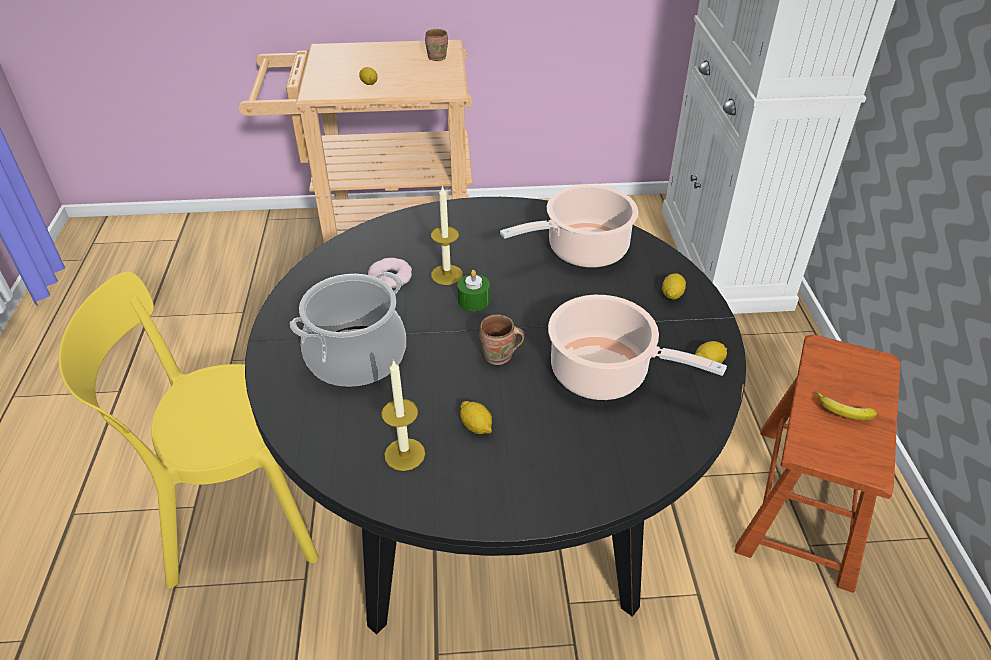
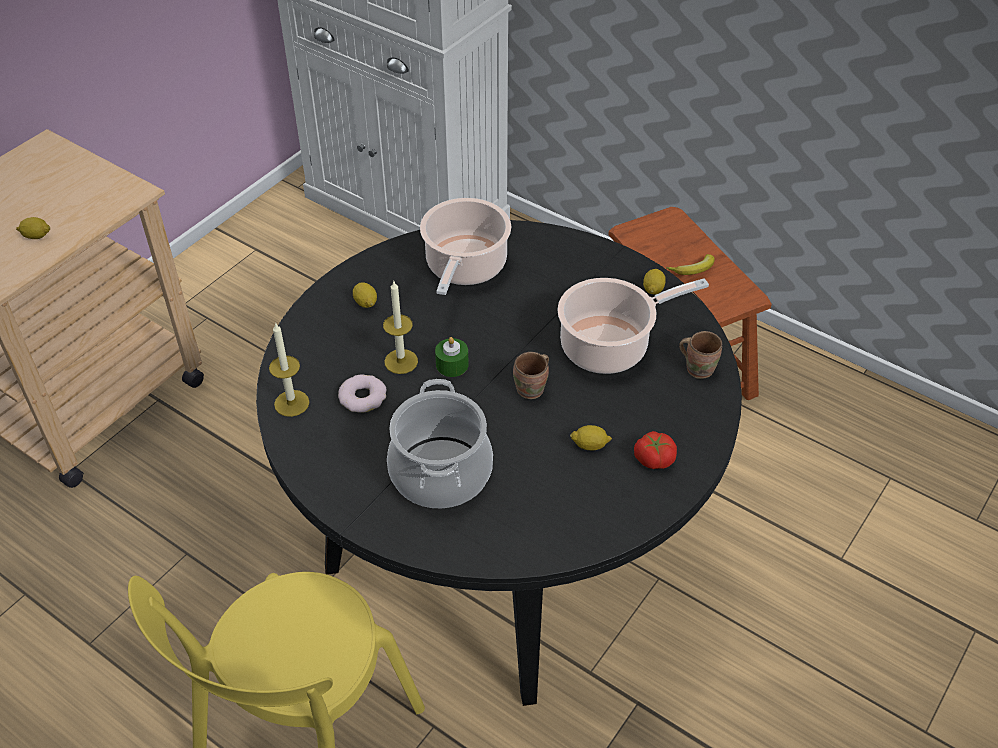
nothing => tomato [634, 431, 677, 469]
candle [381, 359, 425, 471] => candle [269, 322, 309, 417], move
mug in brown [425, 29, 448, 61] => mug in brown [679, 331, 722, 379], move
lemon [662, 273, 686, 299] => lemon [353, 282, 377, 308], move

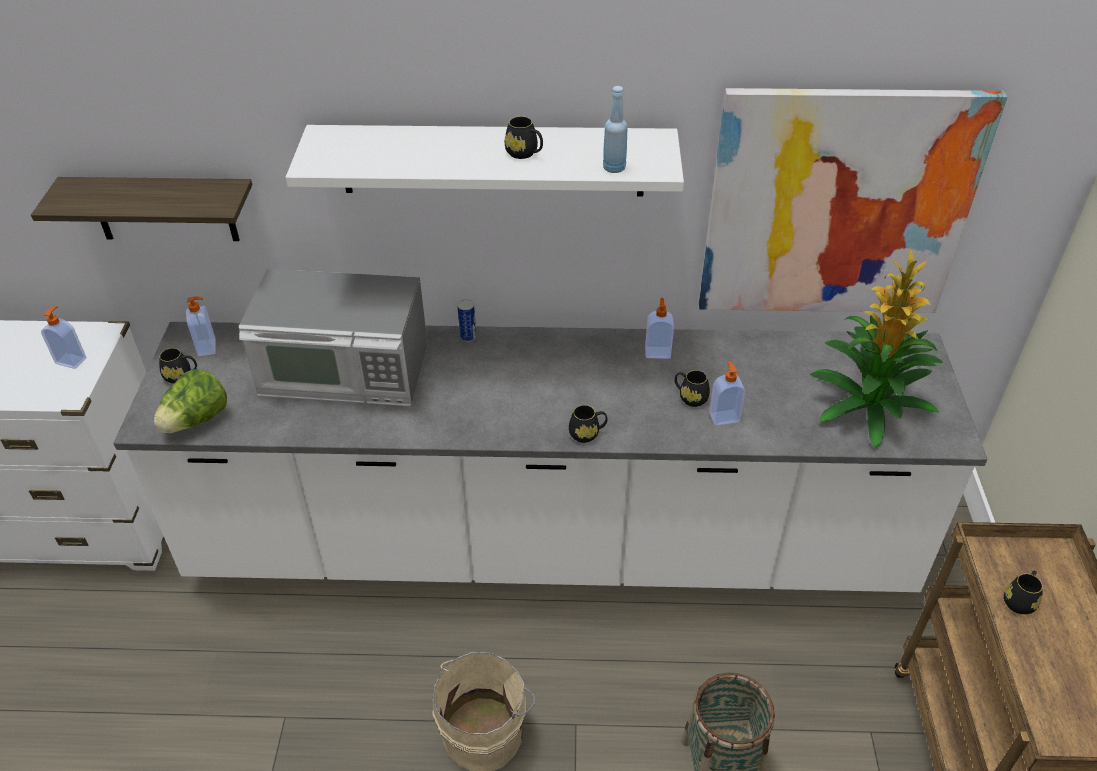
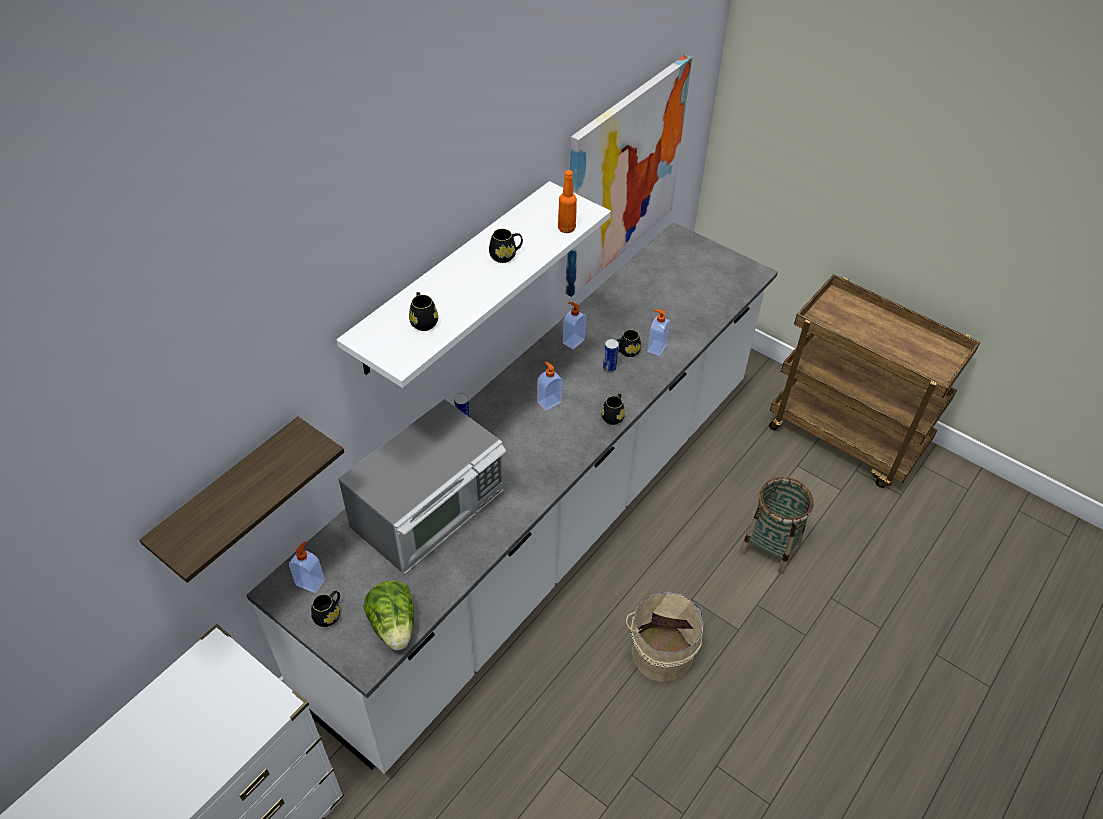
potted plant [810, 248, 943, 448] => nothing
nothing => can [603, 339, 619, 373]
soap dispenser [41, 306, 86, 369] => soap dispenser [537, 362, 563, 411], move
mug in black [1004, 570, 1043, 614] => mug in black [409, 292, 438, 331], move
bottle in blue [603, 86, 628, 173] => bottle in orange [558, 170, 577, 233]

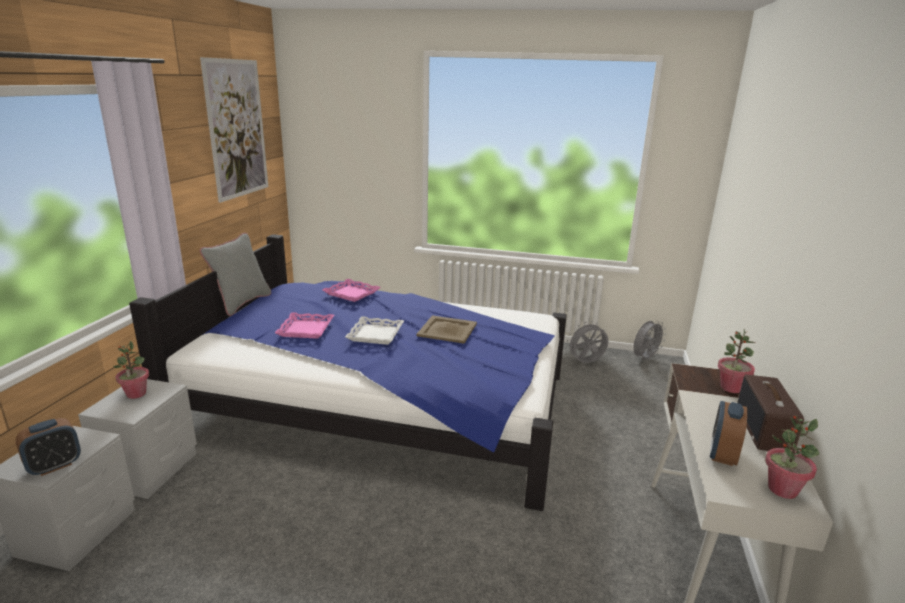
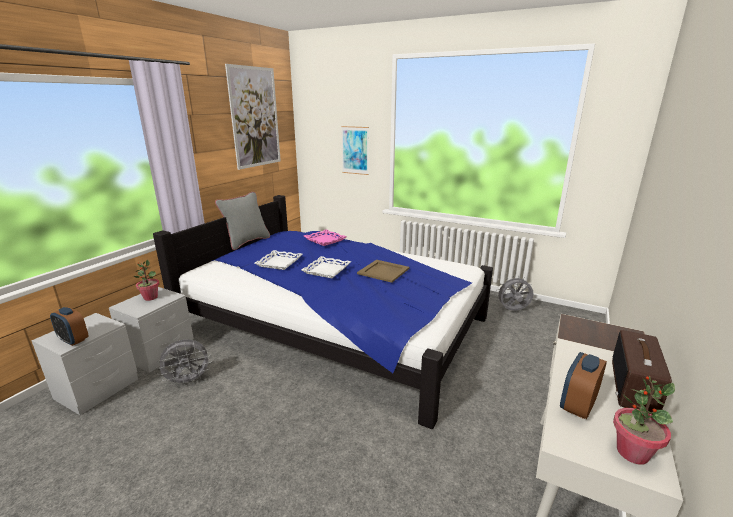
potted plant [718, 329, 755, 393] => nothing
nothing => picture [341, 126, 369, 175]
fan in grey [633, 321, 666, 362] => fan in grey [156, 339, 212, 386], move
tray in pink [275, 312, 334, 339] => tray in white [254, 250, 302, 270]
alarm clock [16, 418, 81, 476] => alarm clock [50, 307, 88, 346], 60 degrees clockwise

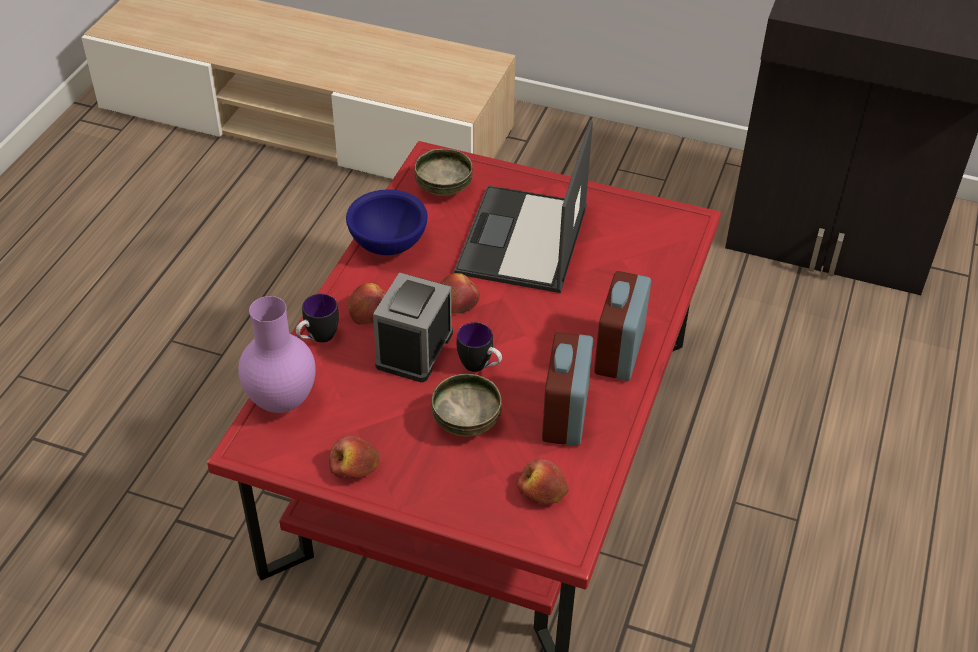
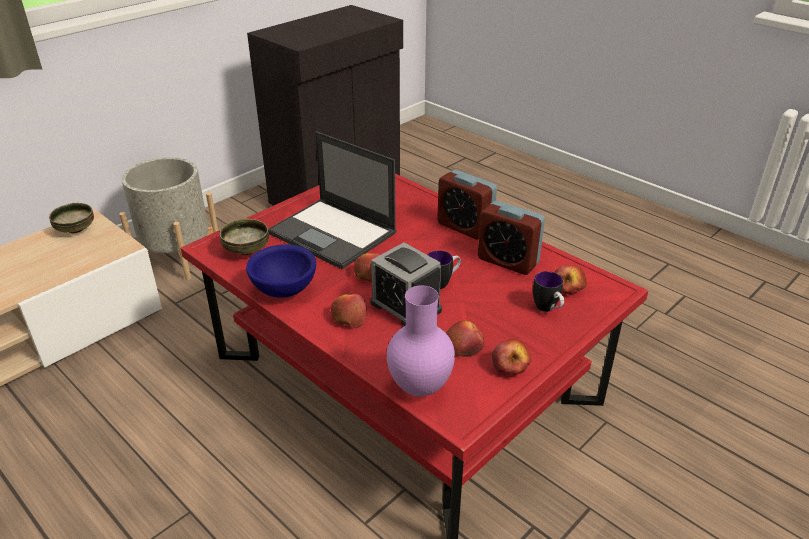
nothing => planter in grey [119, 157, 218, 280]
nothing => apple [446, 321, 484, 357]
mug [296, 294, 339, 343] => mug [533, 271, 564, 312], move
bowl [432, 374, 502, 437] => bowl [49, 203, 94, 233], move

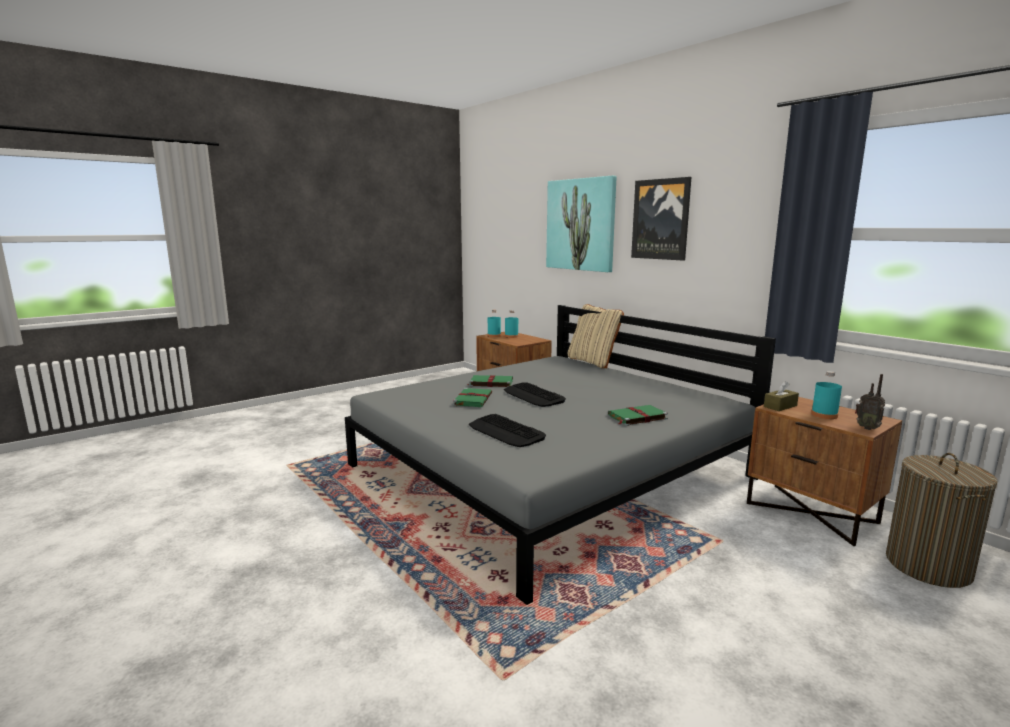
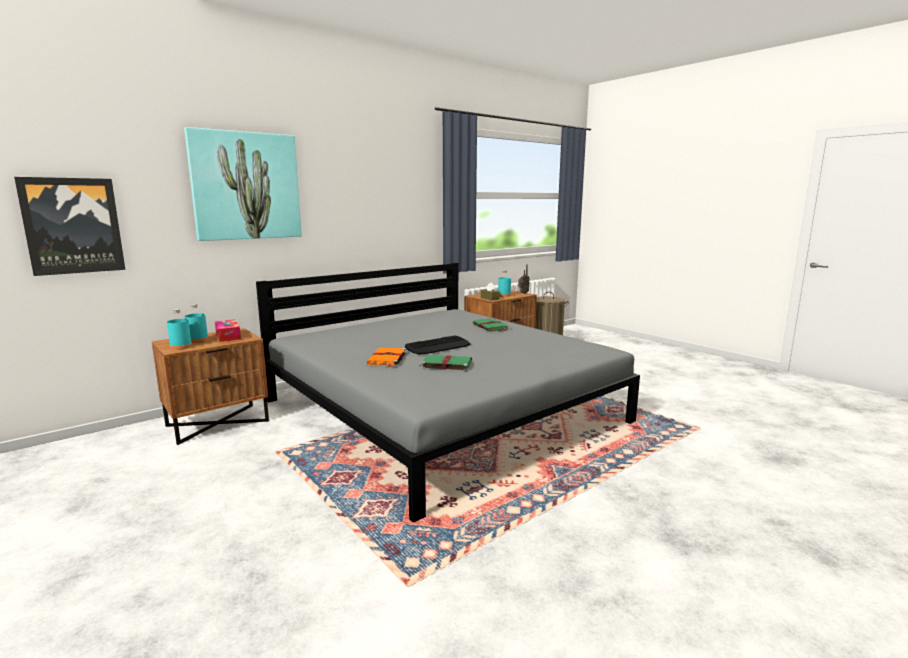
keyboard [469, 414, 546, 447] => nothing
pillow in beige [568, 304, 624, 369] => nothing
nothing => tissue box [215, 319, 241, 342]
picture [631, 177, 691, 261] => picture [14, 177, 125, 276], move
book in green [467, 375, 513, 387] => book in orange [367, 348, 406, 368]

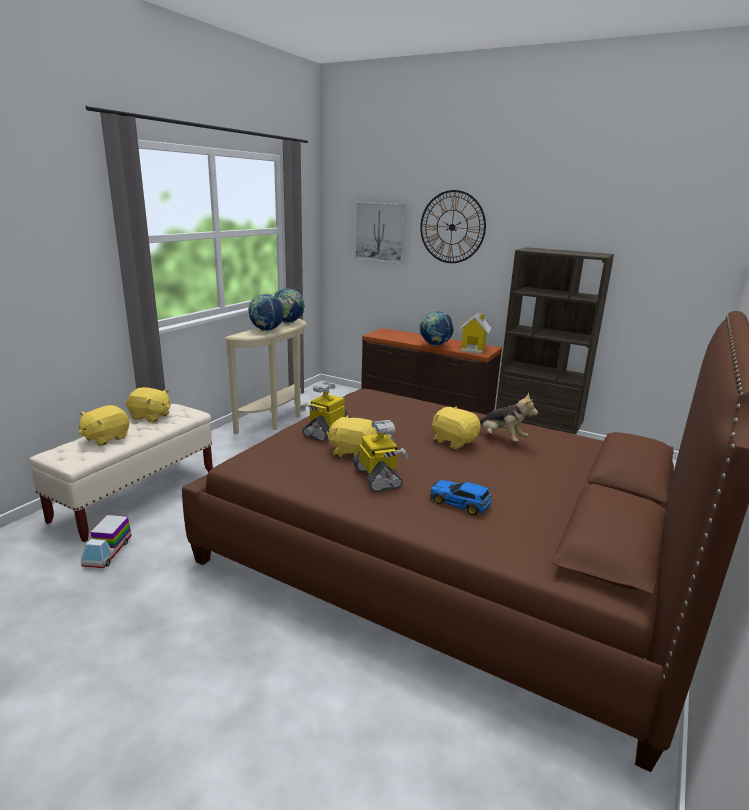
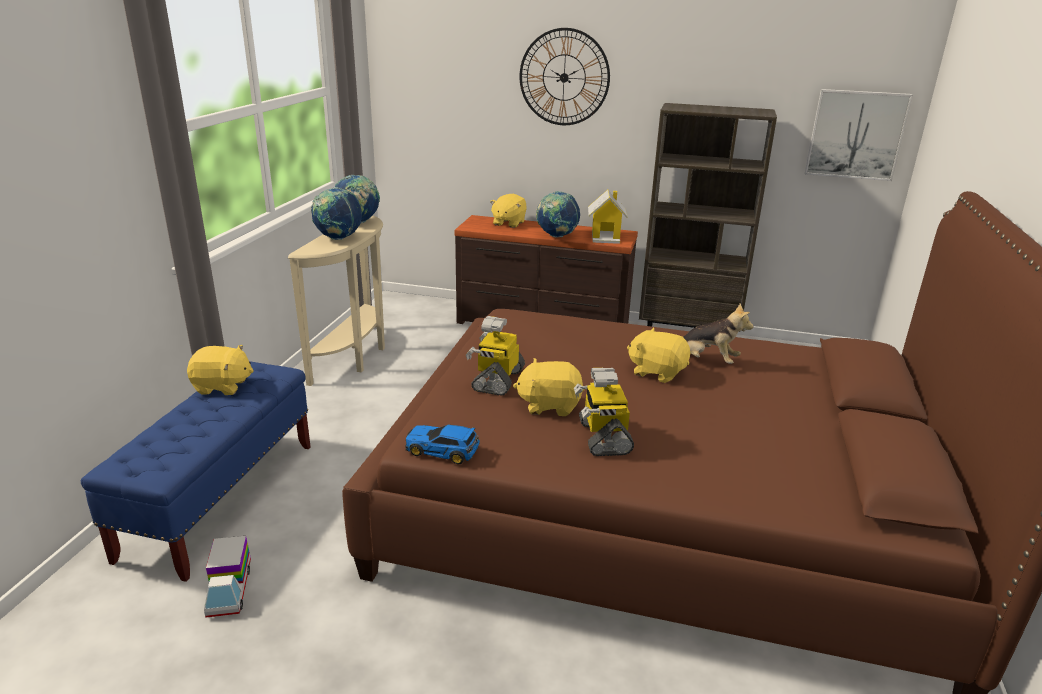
plush toy in yellow [79, 405, 129, 446] => plush toy in yellow [490, 194, 527, 228], move
picture [354, 202, 407, 263] => picture [805, 89, 913, 181], move
toy car [430, 480, 492, 515] => toy car [405, 425, 480, 465], move
bench in beige [29, 404, 213, 542] => bench in blue [81, 361, 311, 582]
toy robot [353, 420, 409, 492] => toy robot [574, 368, 634, 456], 150 degrees counterclockwise

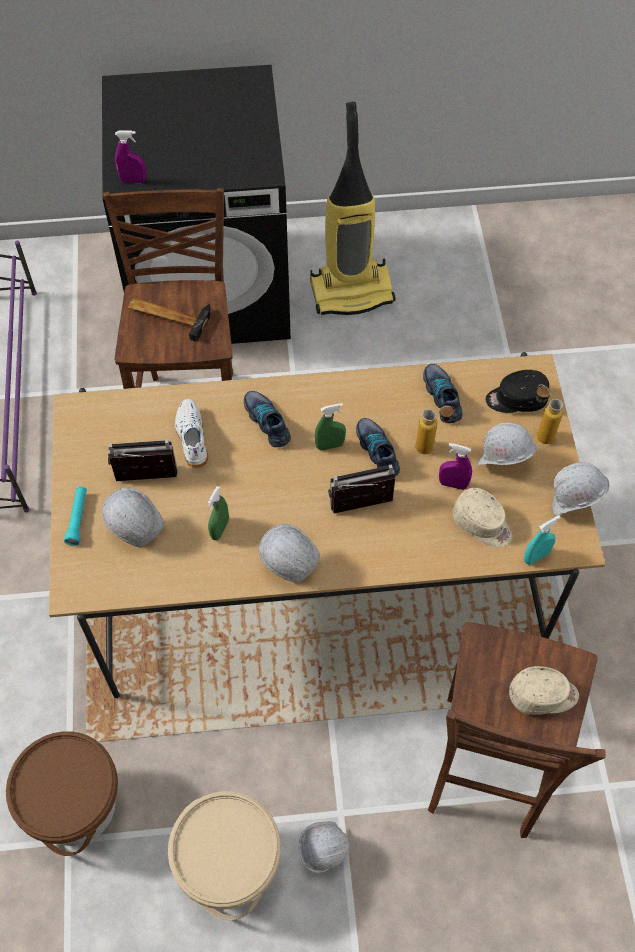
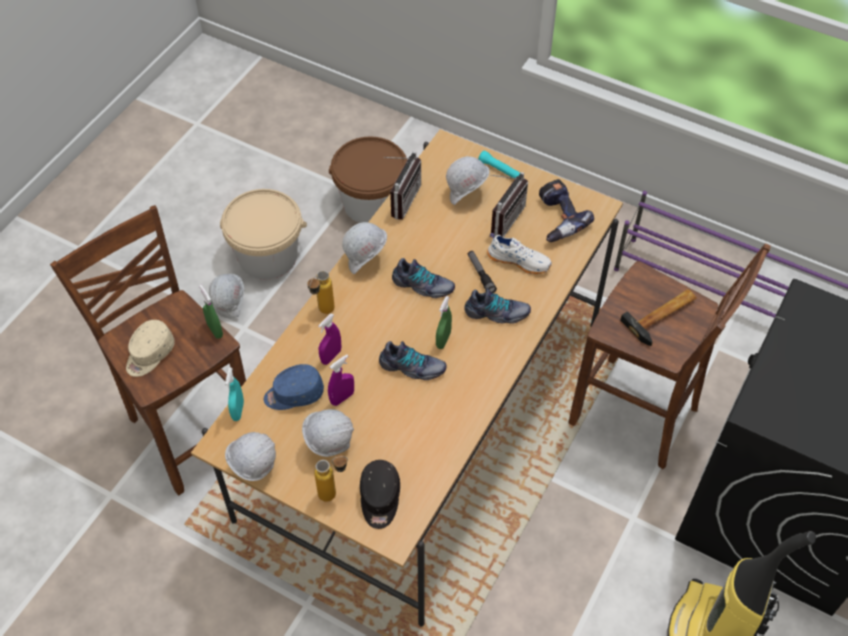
nothing => flashlight [468, 251, 497, 293]
nothing => power drill [539, 179, 594, 242]
spray bottle in purple [115, 130, 146, 183] => spray bottle in purple [318, 313, 341, 365], move
spray bottle in green [208, 486, 229, 540] => spray bottle in green [199, 285, 223, 339], move
radio [328, 464, 395, 513] => radio [383, 151, 421, 220], move
bottle [416, 405, 455, 454] => bottle [307, 270, 335, 314], move
shoe [423, 364, 463, 423] => shoe [392, 258, 455, 298], move
cap in beige [452, 488, 512, 547] => cap in blue [264, 364, 324, 410]
cap in black [486, 370, 549, 413] => cap in black [360, 460, 400, 529], 150 degrees clockwise

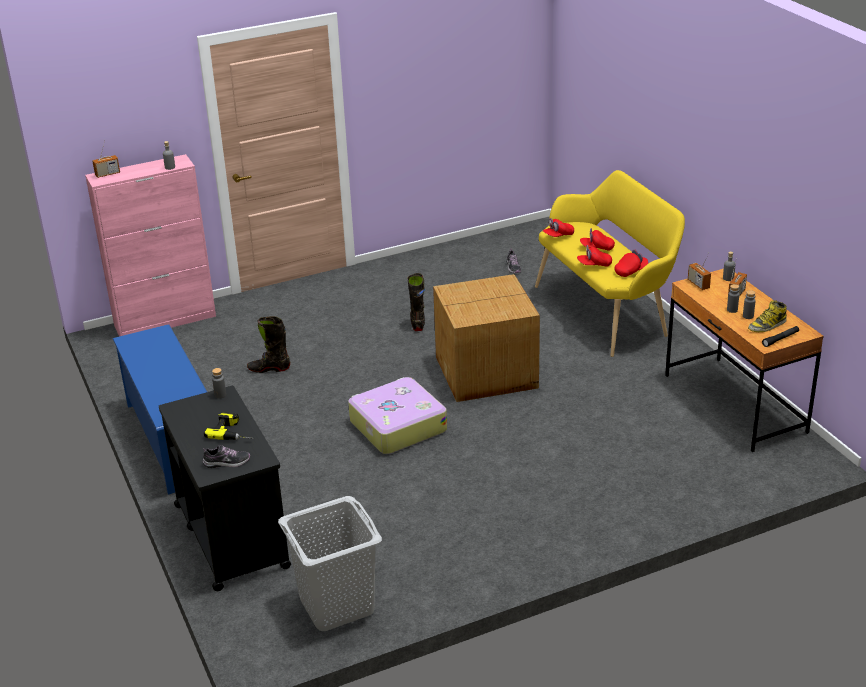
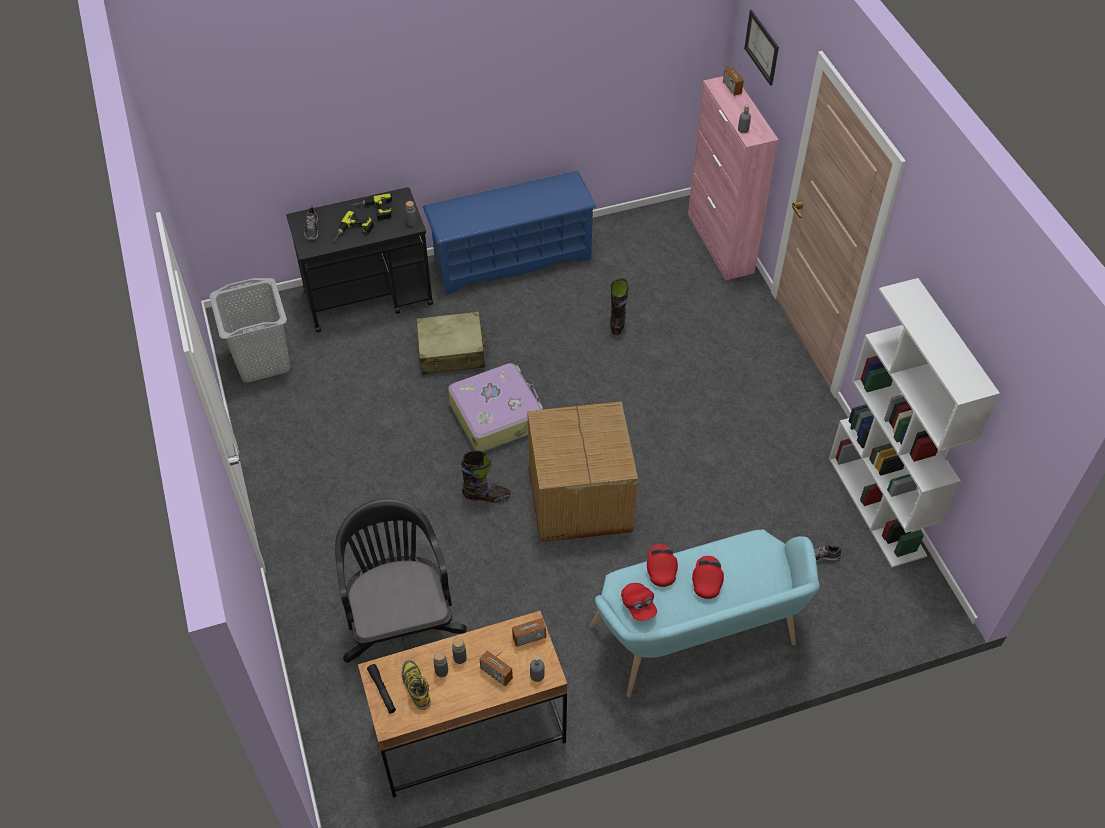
cap in red [543, 218, 574, 237] => nothing
nothing => office chair in black [335, 499, 467, 663]
nothing => power drill [350, 193, 392, 221]
nothing => suitcase in beige [416, 311, 489, 375]
nothing => picture [744, 10, 779, 86]
nothing => bookcase in white [829, 278, 1000, 567]
boot in black [407, 273, 425, 331] => boot in black [461, 450, 511, 503], move
bench in yellow [535, 170, 685, 357] => bench in turquoise [590, 529, 820, 697]

